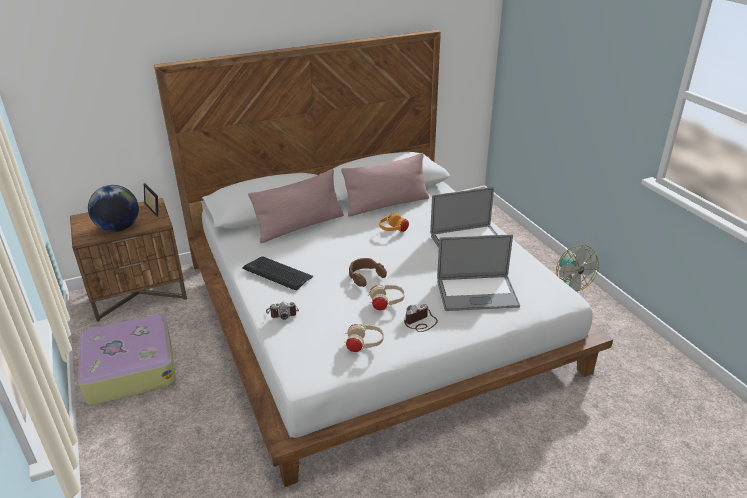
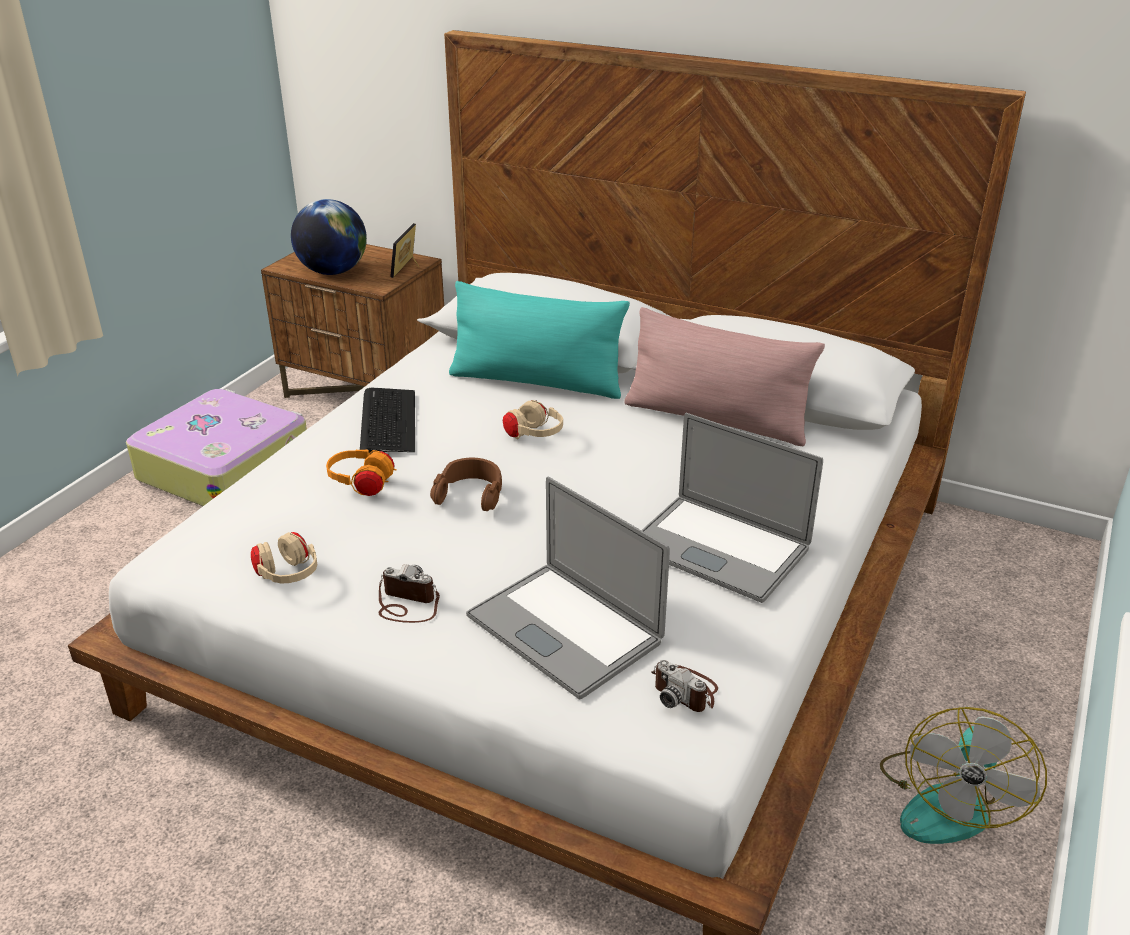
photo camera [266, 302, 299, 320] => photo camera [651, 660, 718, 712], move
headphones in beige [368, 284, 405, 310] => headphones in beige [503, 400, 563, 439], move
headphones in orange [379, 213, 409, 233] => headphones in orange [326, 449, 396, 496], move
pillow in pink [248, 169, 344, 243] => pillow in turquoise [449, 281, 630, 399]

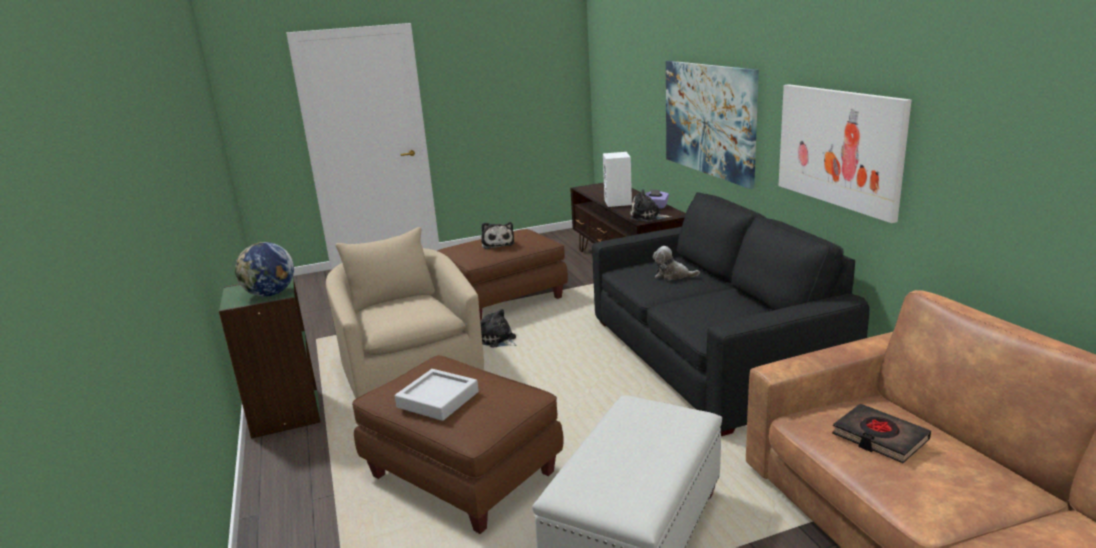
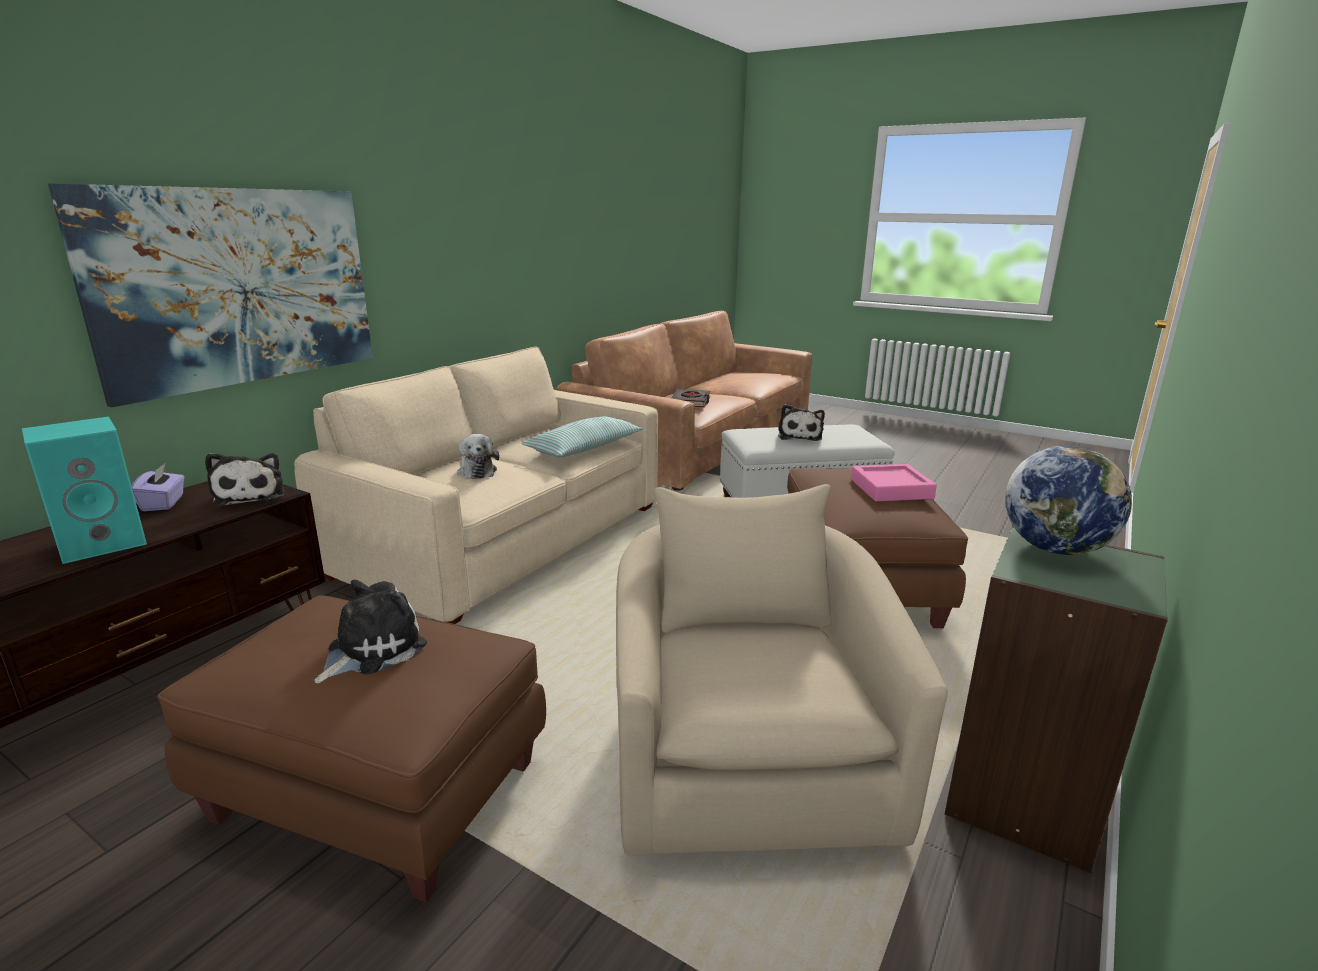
picture [779, 84, 911, 223] => nothing
nothing => pillow [521, 416, 642, 457]
plush toy [480, 309, 516, 348] => plush toy [778, 404, 825, 441], move
tray in grey [395, 369, 479, 421] => tray in pink [851, 464, 937, 501]
sofa in black [592, 192, 869, 436] => sofa in beige [294, 347, 658, 624]
speaker in white [603, 152, 632, 207] => speaker in turquoise [22, 417, 147, 564]
armchair in beige [326, 227, 484, 398] => armchair in beige [616, 484, 948, 856], 150 degrees clockwise

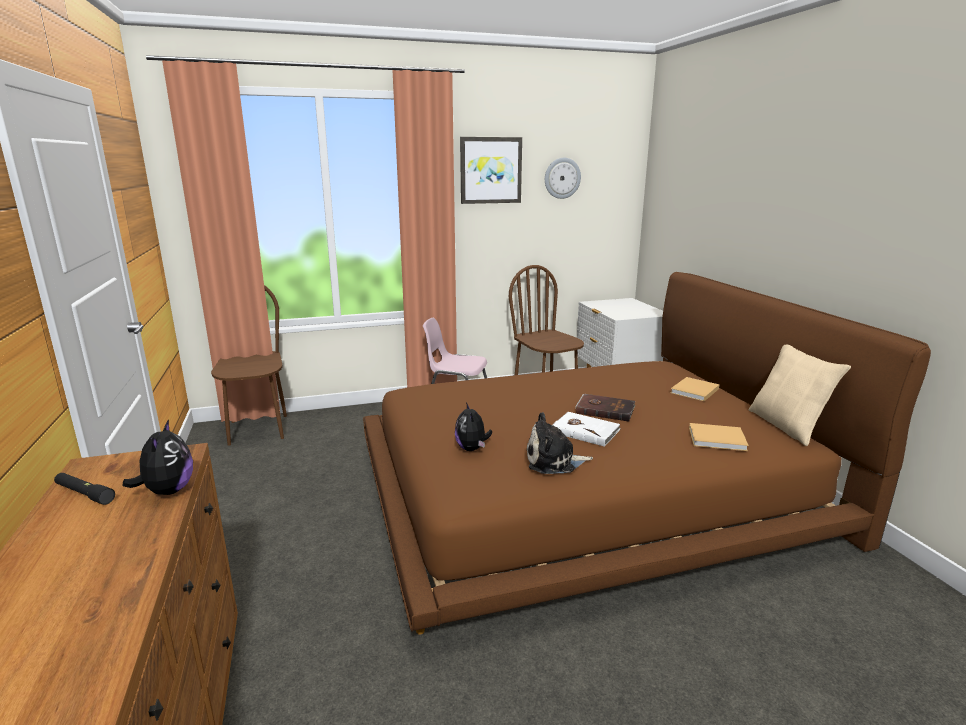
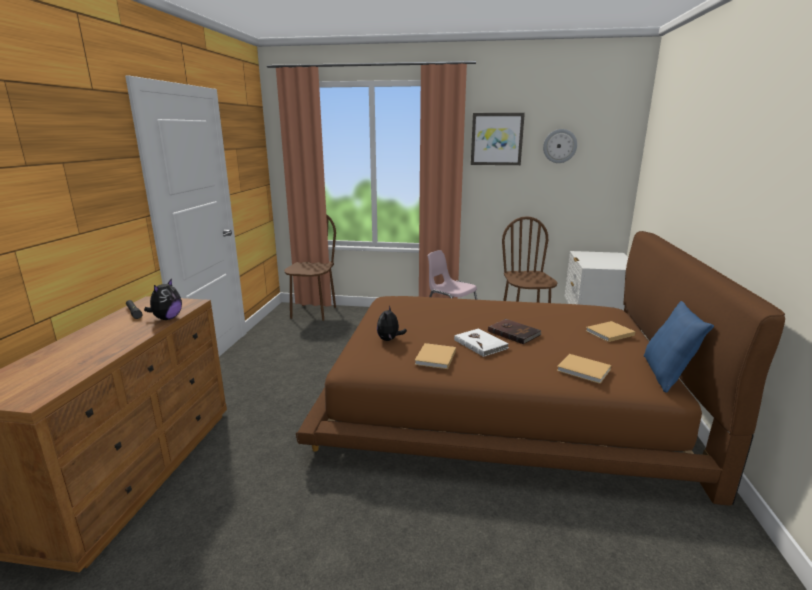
plush toy [526, 412, 593, 474] => book in beige [414, 343, 456, 369]
pillow in beige [748, 344, 851, 446] => pillow in blue [644, 301, 714, 393]

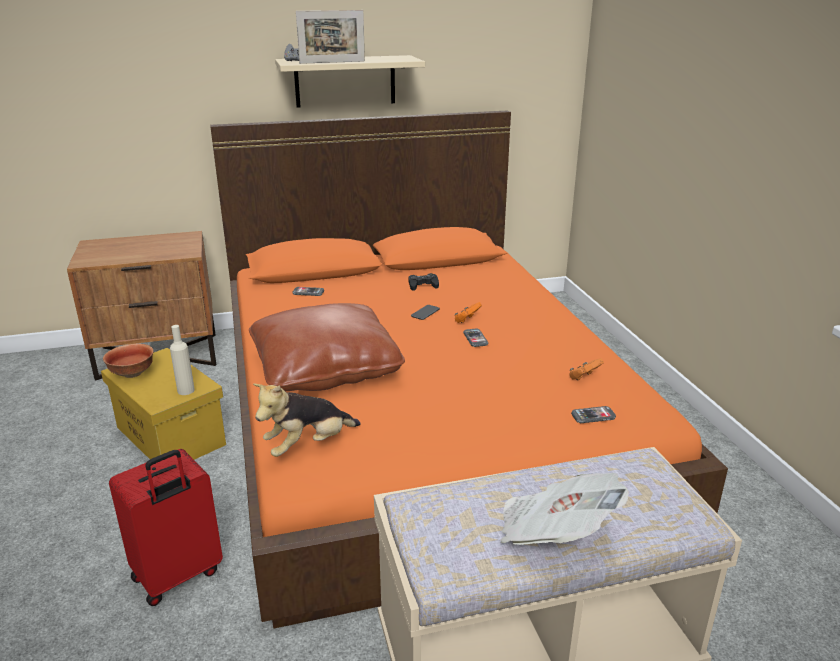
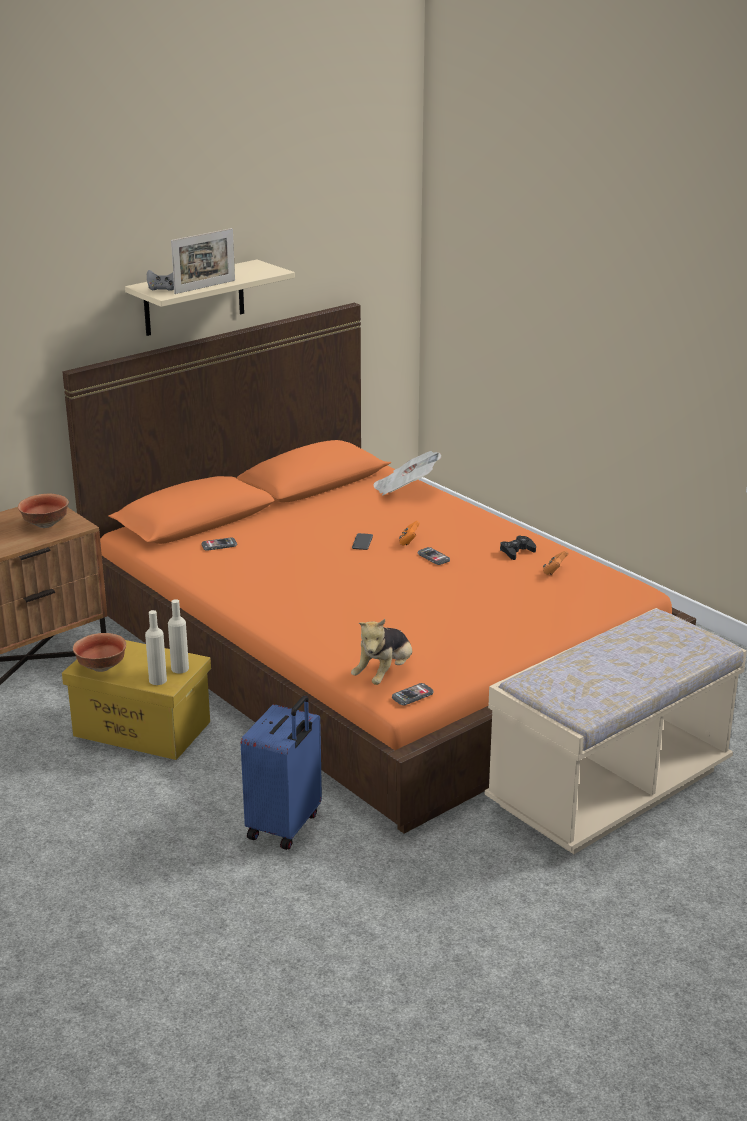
pillow in brown [249, 303, 405, 391] => nothing
nothing => bowl [18, 494, 69, 528]
nothing => bottle in beige [145, 610, 167, 685]
game controller in black [408, 273, 439, 291] => game controller in black [500, 536, 536, 560], move
newspaper [500, 473, 629, 545] => newspaper [373, 451, 441, 495], move
phone [571, 406, 616, 423] => phone [392, 683, 434, 705], move
suitcase in red [109, 449, 223, 606] => suitcase in blue [241, 695, 322, 850]

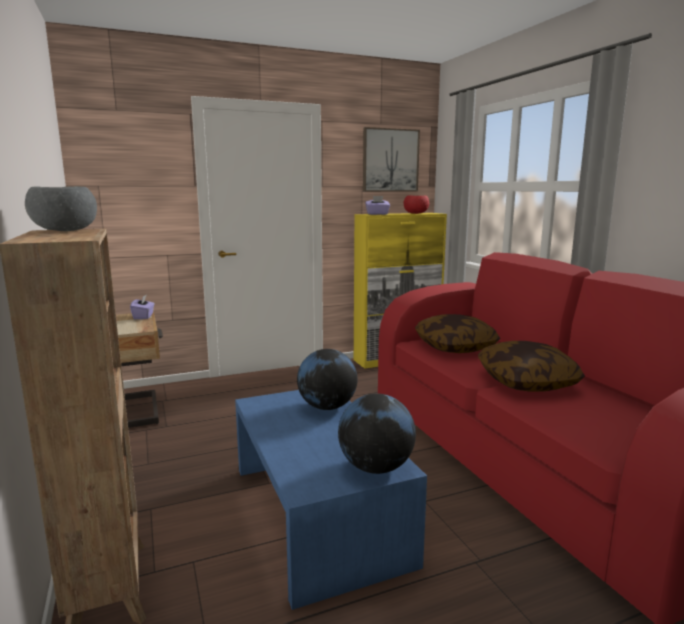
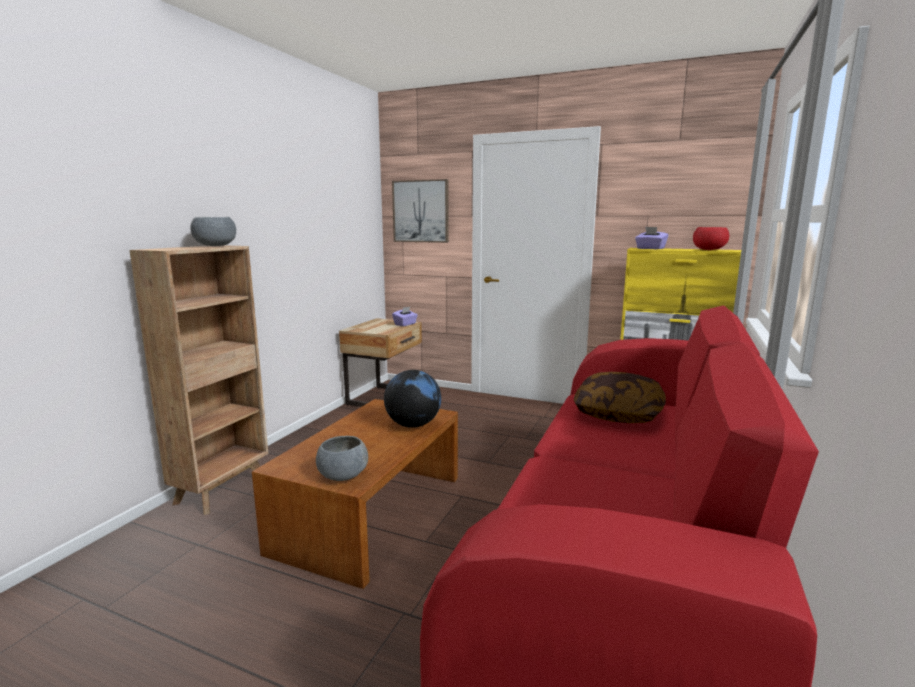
pillow [478, 341, 585, 392] => nothing
picture [363, 127, 420, 192] => picture [392, 179, 449, 243], move
globe [338, 393, 416, 474] => bowl in grey [316, 436, 368, 481]
coffee table in blue [235, 390, 427, 610] => coffee table in brown [252, 399, 458, 589]

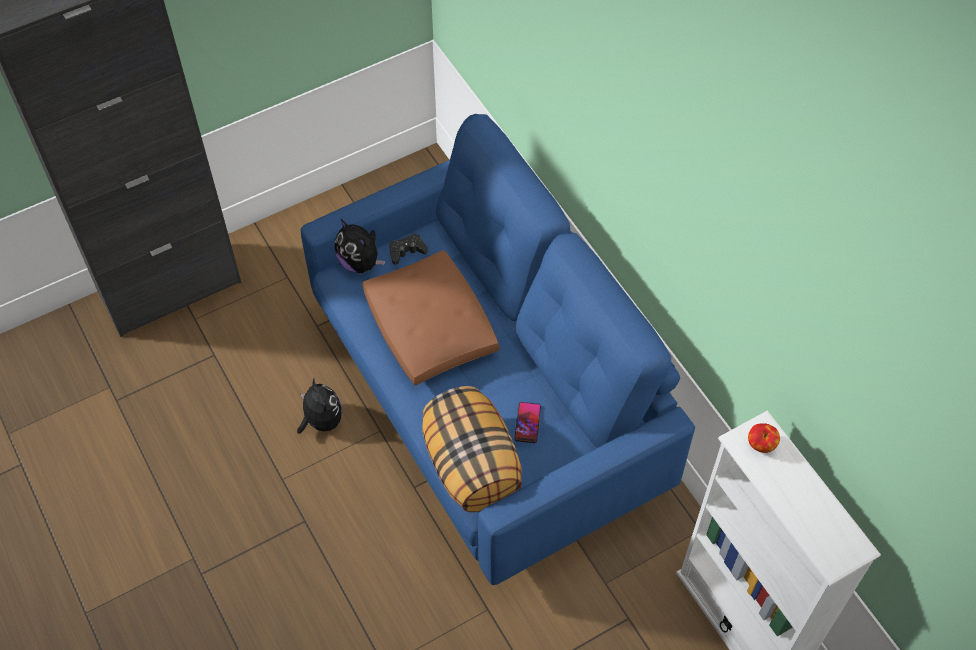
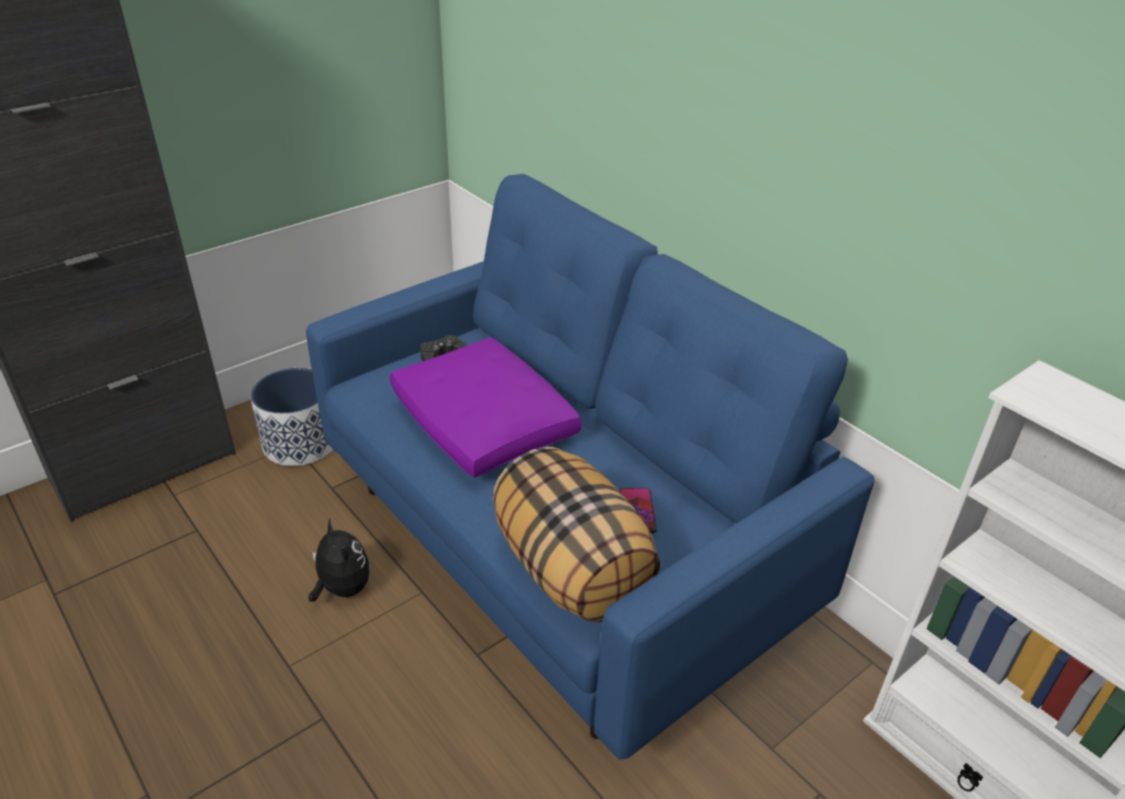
plush toy [335, 219, 385, 273] => nothing
apple [748, 423, 780, 453] => nothing
nothing => planter [250, 368, 333, 466]
pillow in brown [362, 250, 499, 386] => pillow in purple [390, 337, 582, 478]

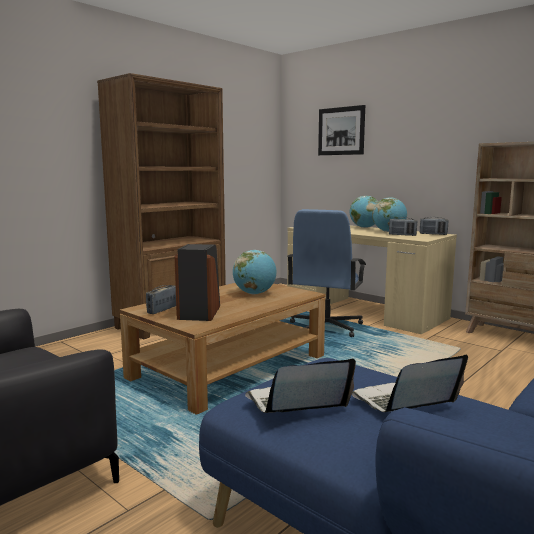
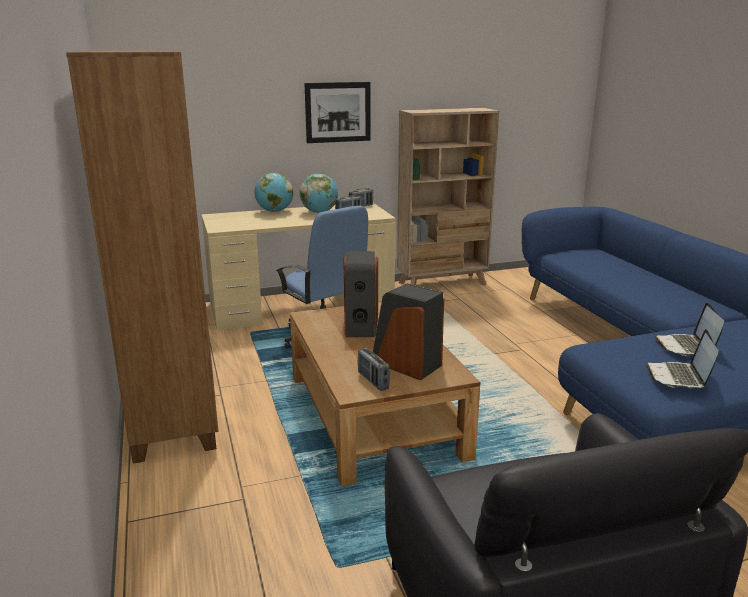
picture [318, 105, 365, 155] => picture [304, 82, 371, 143], move
globe [233, 250, 276, 294] => speaker [343, 251, 378, 337]

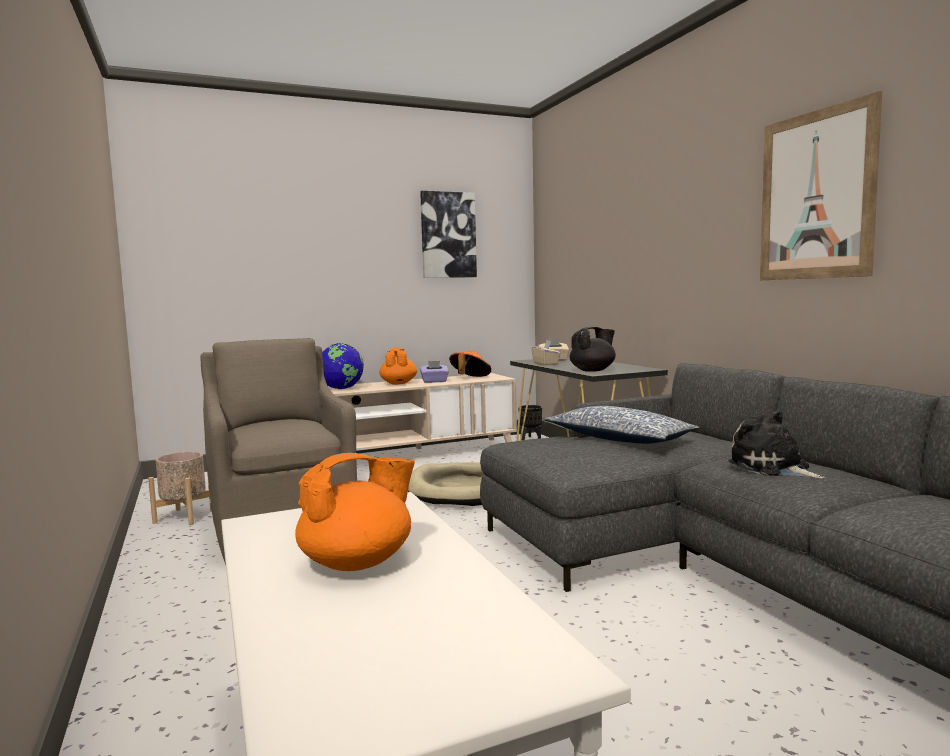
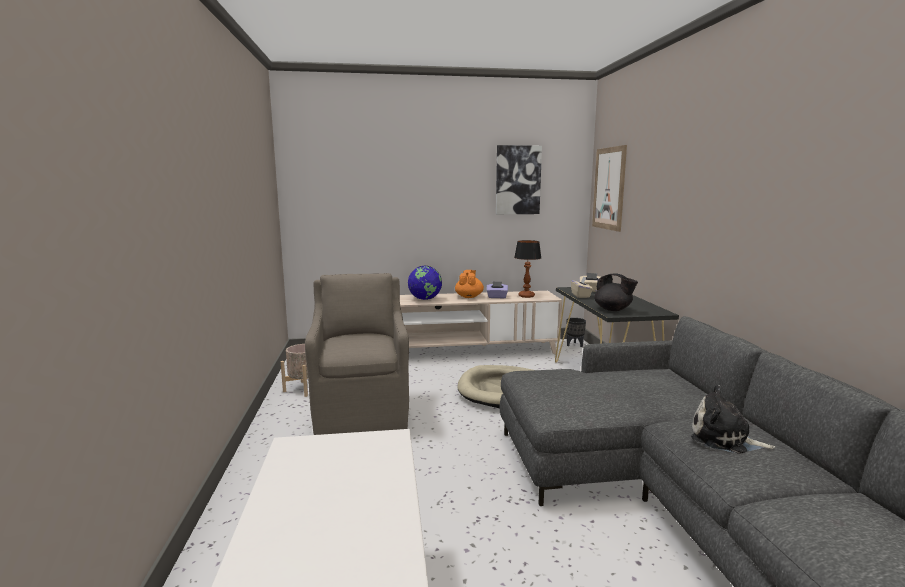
teapot in orange [295, 453, 415, 571] => nothing
pillow [545, 406, 699, 444] => nothing
picture [760, 91, 882, 280] => picture [592, 145, 627, 232], move
hat in orange [449, 351, 491, 377] => table lamp [514, 240, 541, 298]
teapot in black [570, 327, 616, 372] => teapot in black [594, 274, 638, 311], 60 degrees clockwise
plush toy [728, 410, 824, 479] => plush toy [691, 385, 775, 454], 45 degrees counterclockwise

